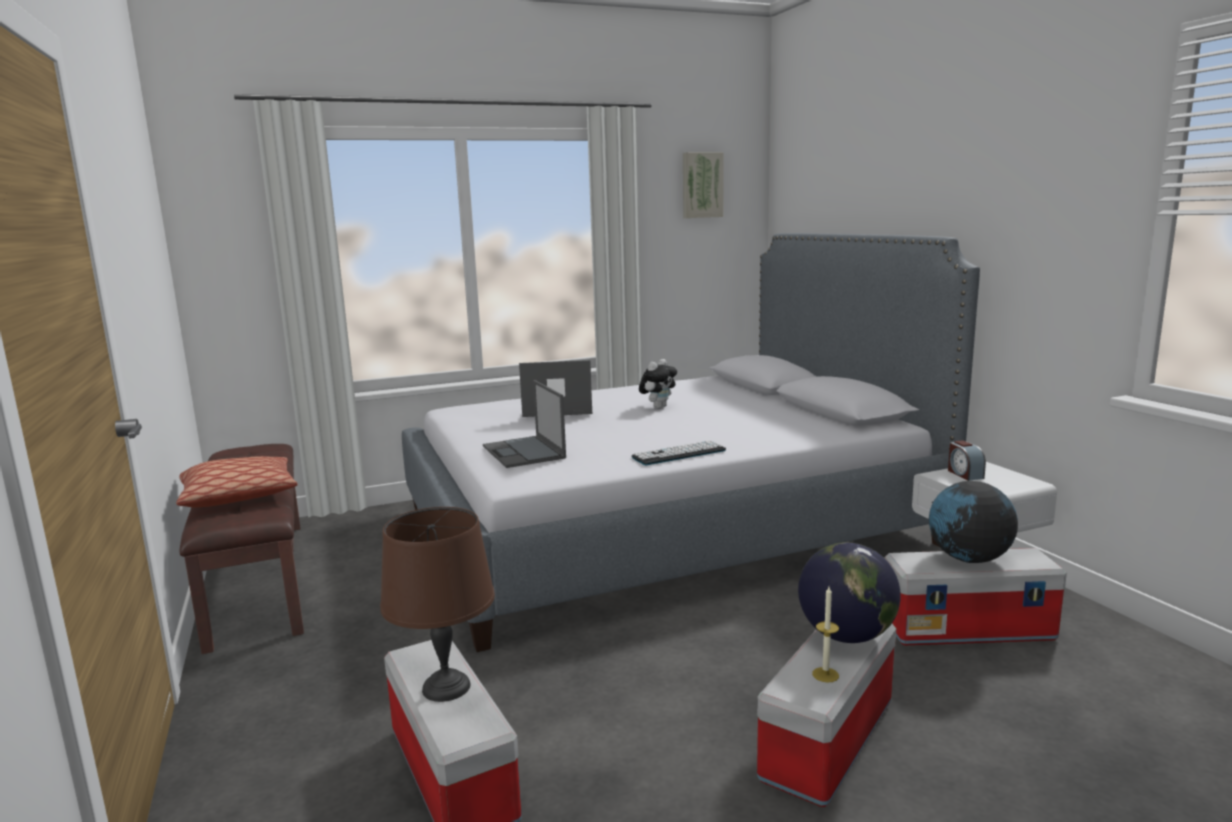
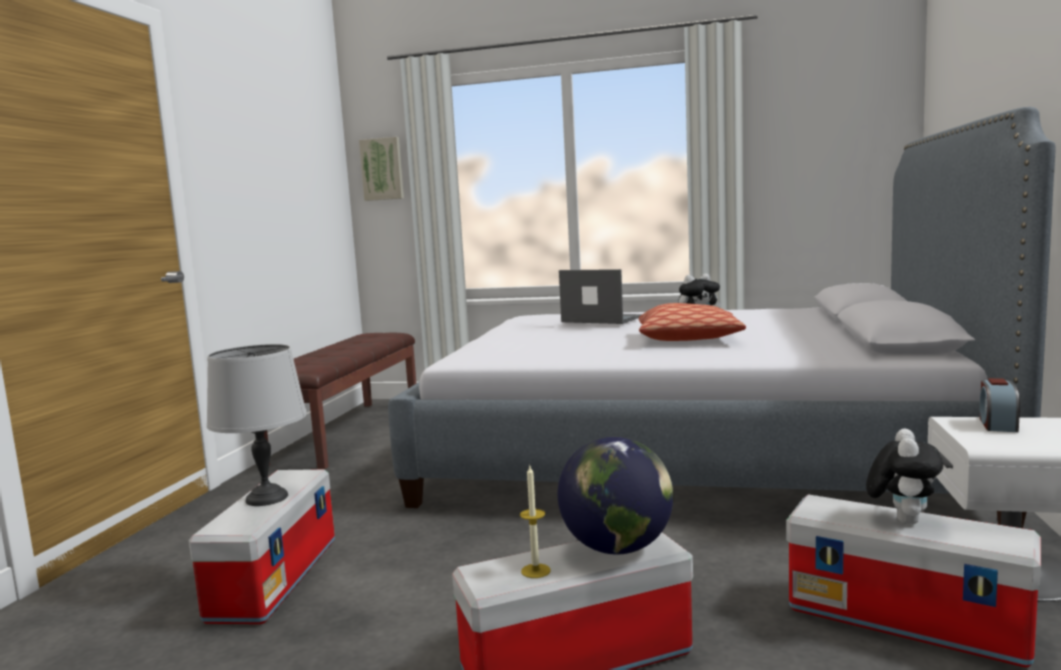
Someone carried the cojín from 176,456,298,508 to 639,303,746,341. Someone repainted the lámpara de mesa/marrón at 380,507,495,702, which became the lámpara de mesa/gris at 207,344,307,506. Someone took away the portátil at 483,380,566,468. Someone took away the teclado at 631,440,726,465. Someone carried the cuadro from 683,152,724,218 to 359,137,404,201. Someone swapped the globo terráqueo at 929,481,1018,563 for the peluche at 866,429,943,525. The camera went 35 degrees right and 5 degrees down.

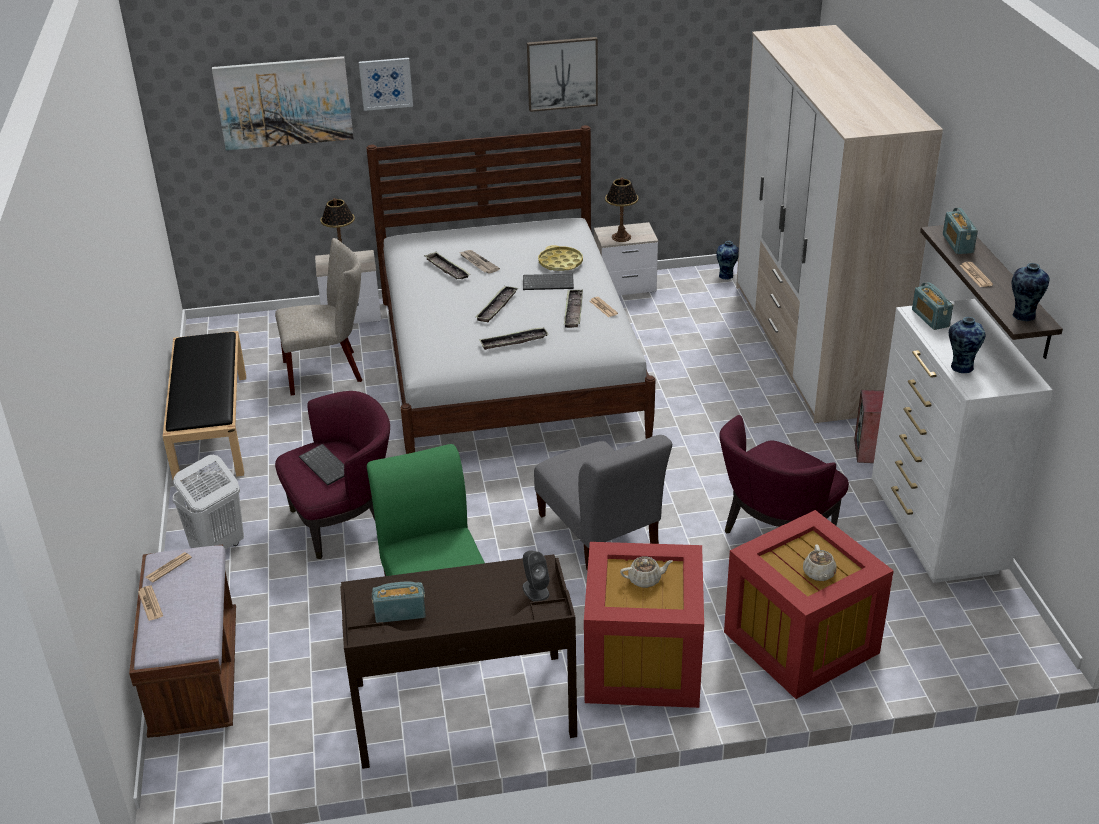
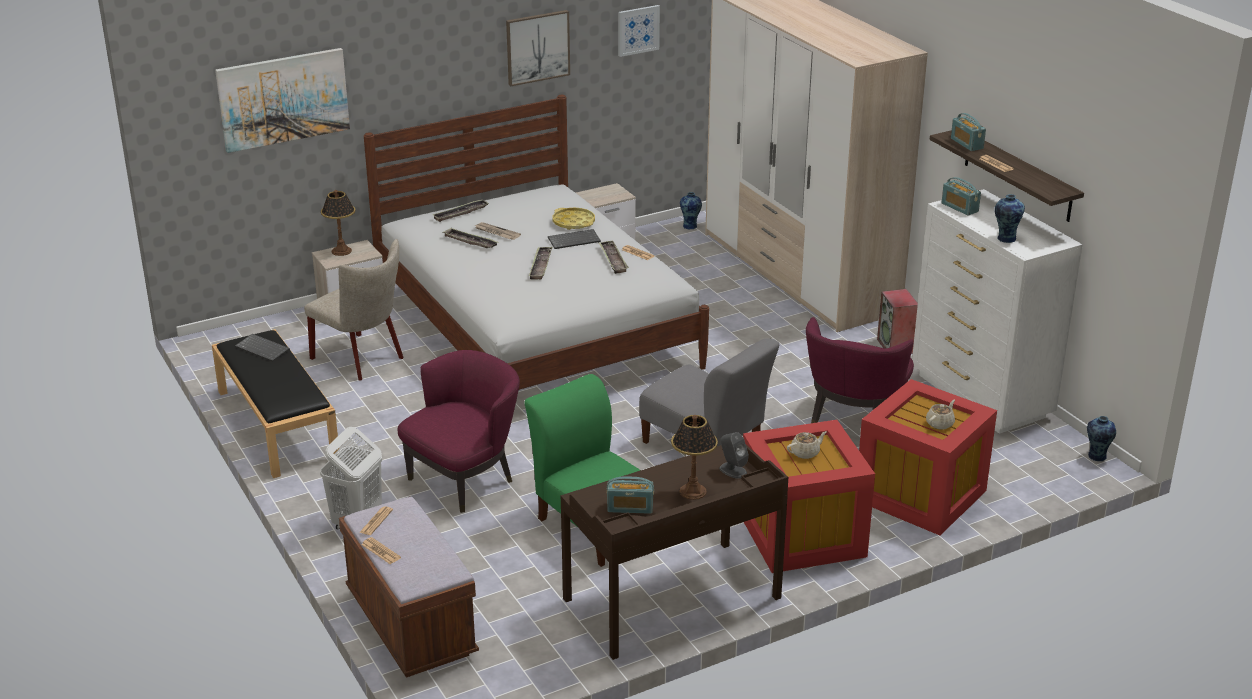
Someone rotated the silla/beis at 275,238,362,396 by 75 degrees clockwise. Someone carried the teclado from 299,444,344,486 to 235,334,290,362. Someone carried the cuadro from 359,58,413,111 to 618,5,660,57. Someone rotated the radio at 372,581,426,623 by 150 degrees counterclockwise. Someone carried the bandeja from 479,327,549,350 to 432,200,489,222. Someone carried the lámpara de mesa from 605,177,639,242 to 671,415,718,500. Someone rotated the tetera/beis at 803,544,837,581 by 120 degrees counterclockwise. Someone carried the florero from 1012,263,1049,321 to 1087,416,1116,461. The camera went 20 degrees left and 5 degrees down.

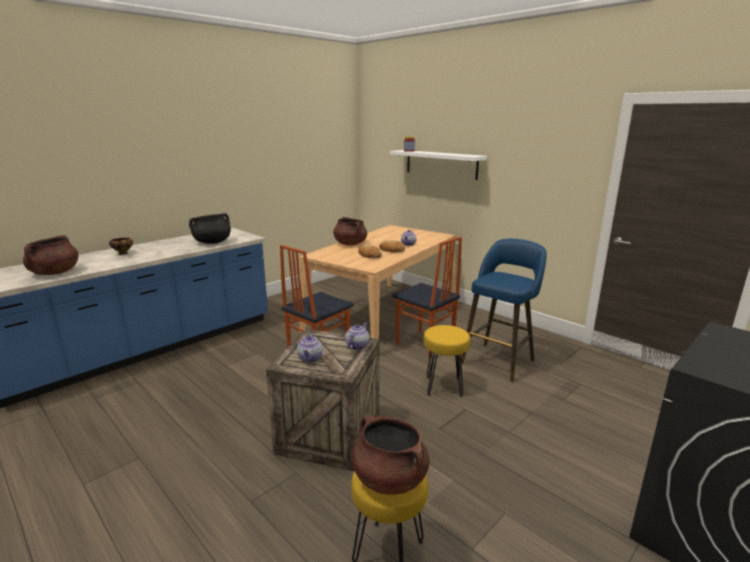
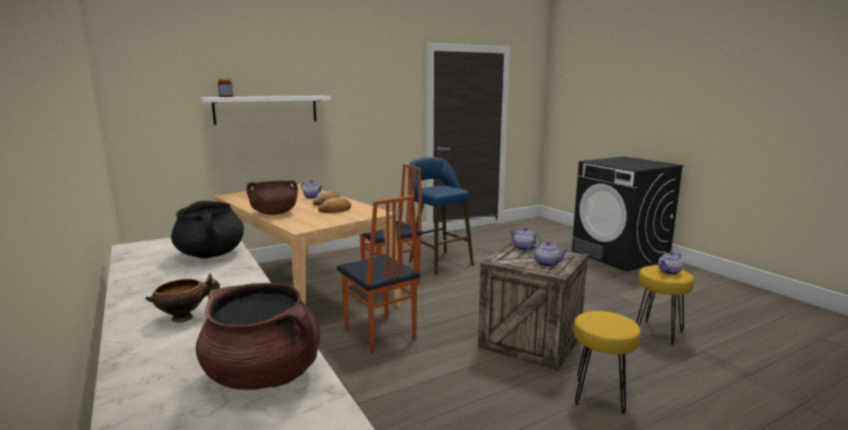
Someone swapped the olla/marrón at 351,415,430,495 for the tetera at 658,251,683,275. Someone carried the taburete/amarillo from 423,325,470,397 to 573,311,641,414. The camera went 75 degrees left and 5 degrees down.

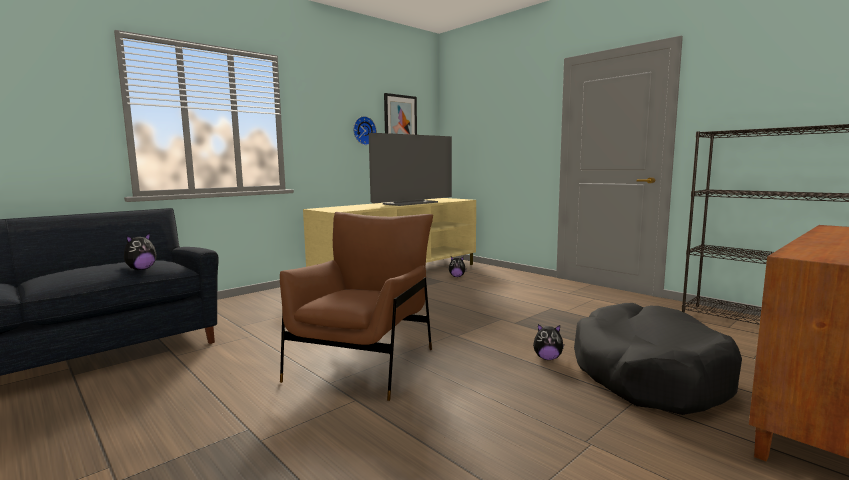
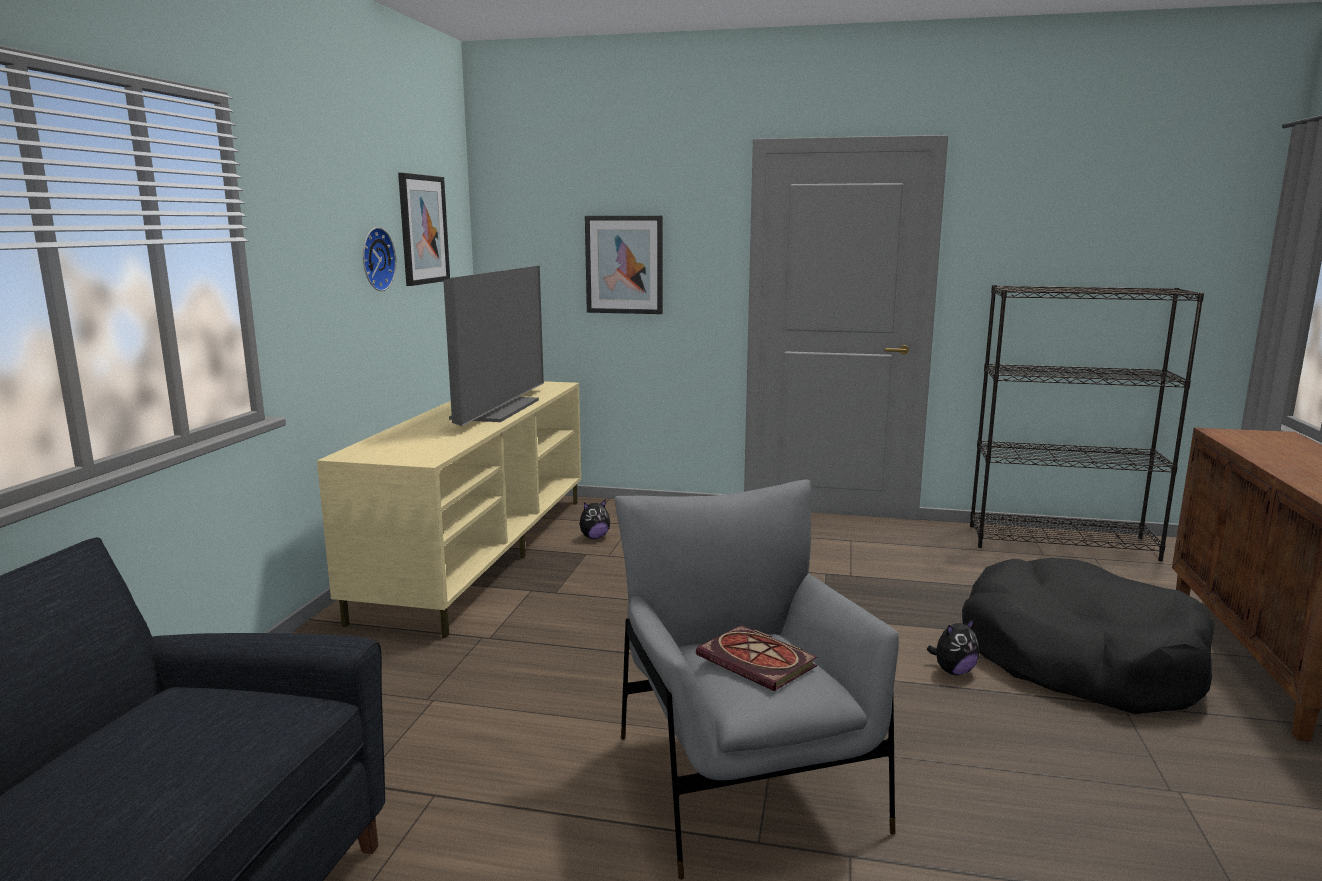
Someone took away the peluche at 124,233,157,270. Someone repainted the sillón/marrón at 280,212,433,401, which became the sillón/gris at 614,479,899,880. Someone put up the cuadro at 585,216,663,314. Someone put down the libro at 696,625,817,691. The camera went 35 degrees left and 5 degrees up.

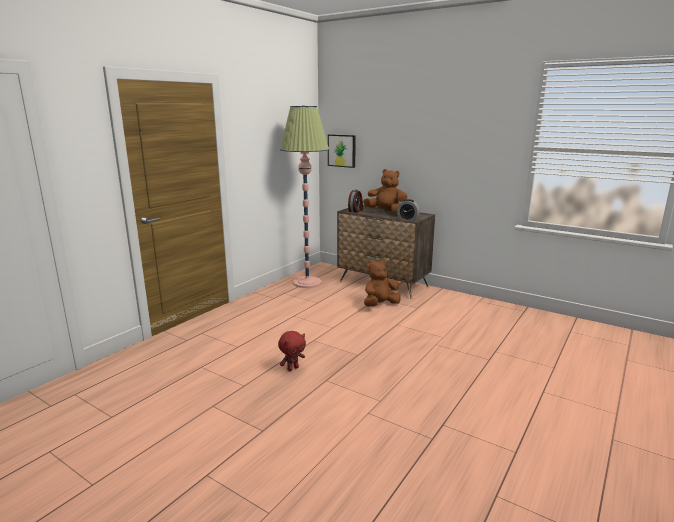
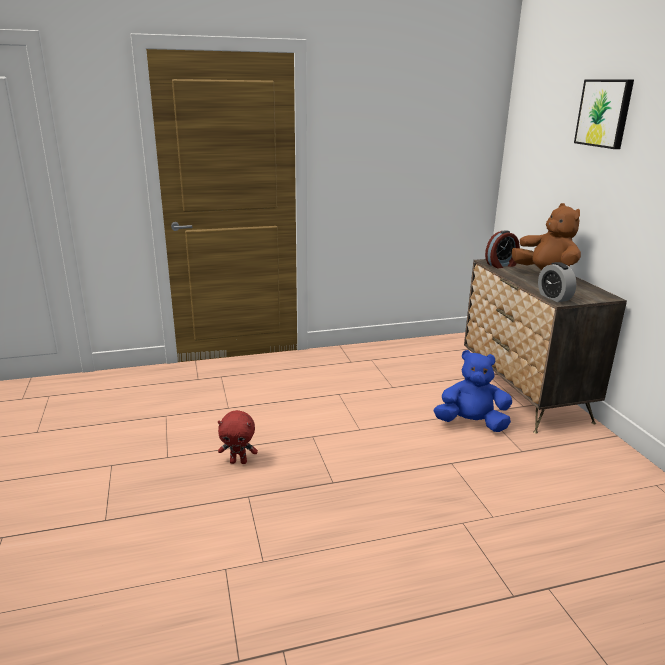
Someone took away the lámpara de pie at 280,105,329,288. Someone carried the cuadro from 328,134,356,168 to 574,79,634,149. Someone repainted the peluche/marrón at 364,260,401,307, which became the peluche/azul at 434,350,512,432. The camera went 40 degrees right and 5 degrees up.

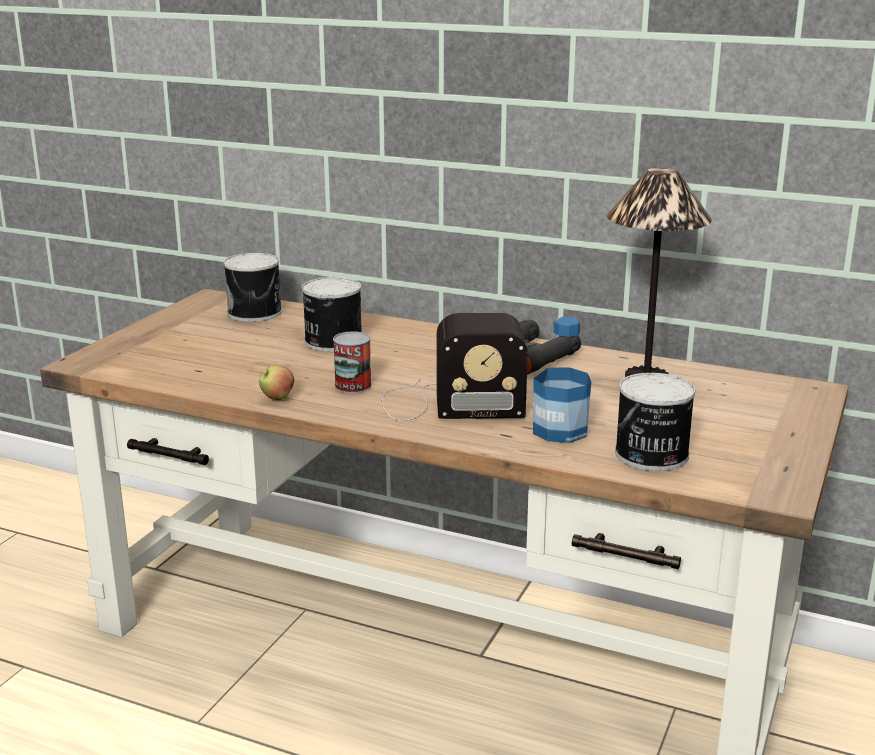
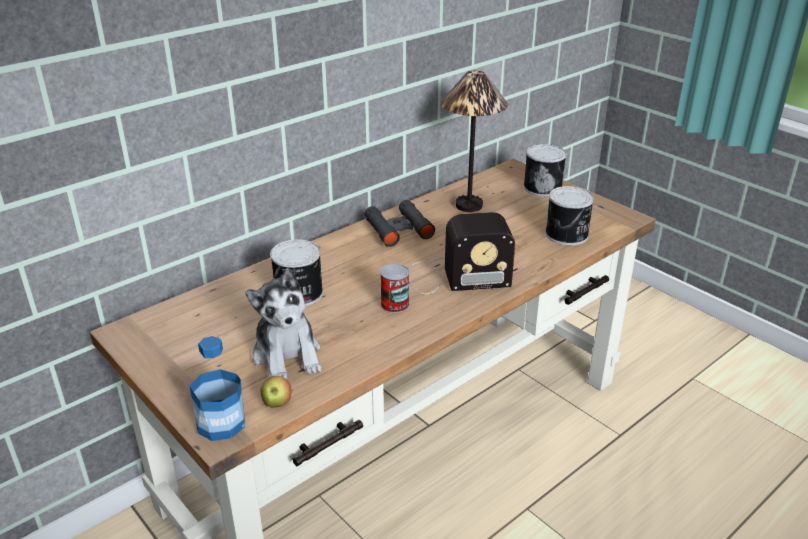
Someone carried the lata from 224,253,282,322 to 523,144,567,197. Someone carried the manzana from 259,365,294,400 to 260,376,291,408. Someone rotated the radio at 382,313,528,421 by 60 degrees clockwise. Someone carried the botella from 533,317,591,443 to 190,336,245,441. Someone put down the peluche at 245,268,322,379. The camera went 65 degrees left and 10 degrees up.

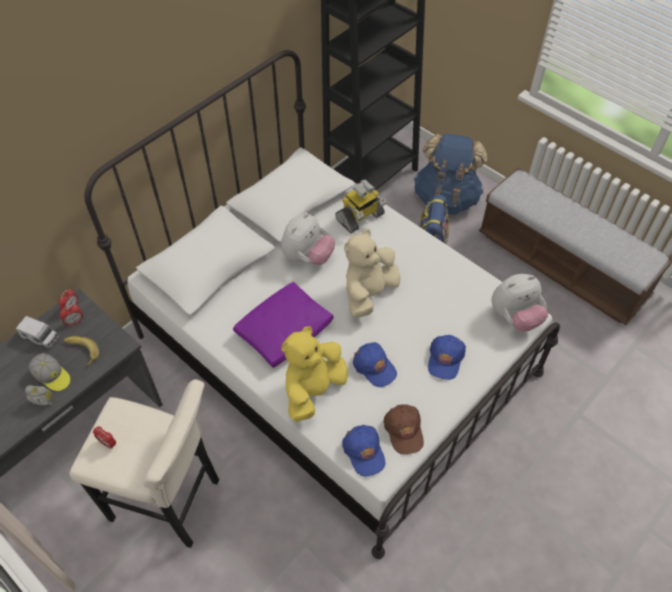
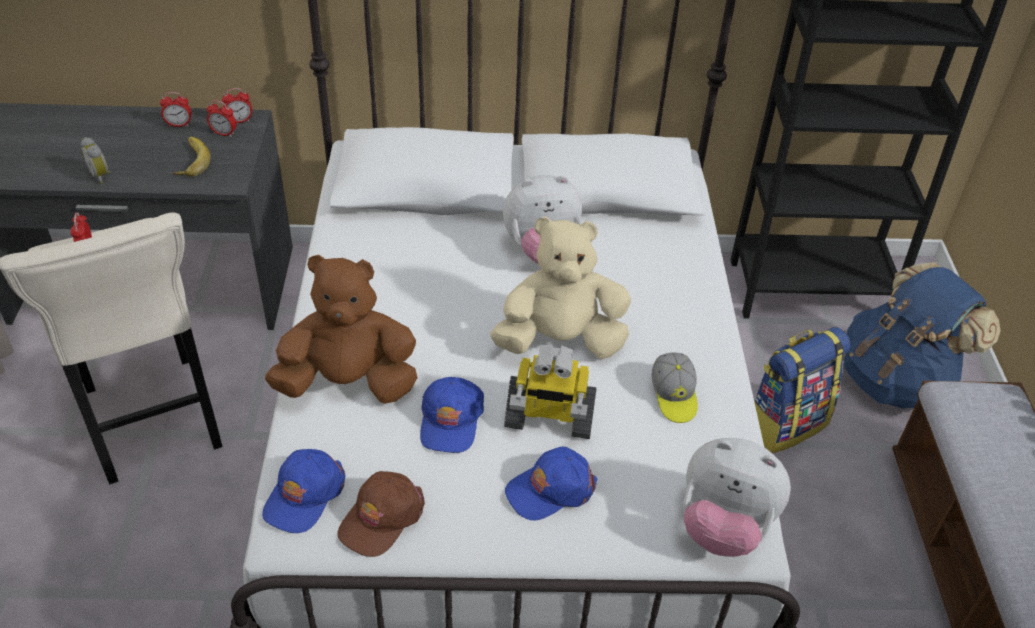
Someone swapped the camión de juguete at 16,316,59,349 for the despertador at 160,92,192,127. Someone carried the gorra from 29,353,70,391 to 652,353,698,423. Someone took away the cojín/morado at 233,282,334,368. Someone repainted the peluche/amarillo at 281,326,348,422, which became the peluche/marrón at 265,255,418,404. Someone carried the robot de juguete from 335,180,387,233 to 504,344,597,439. The camera went 45 degrees right and 10 degrees down.

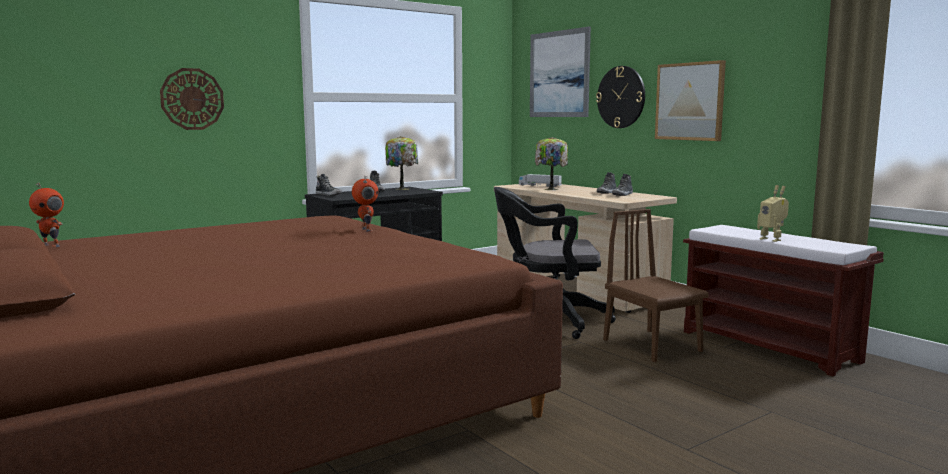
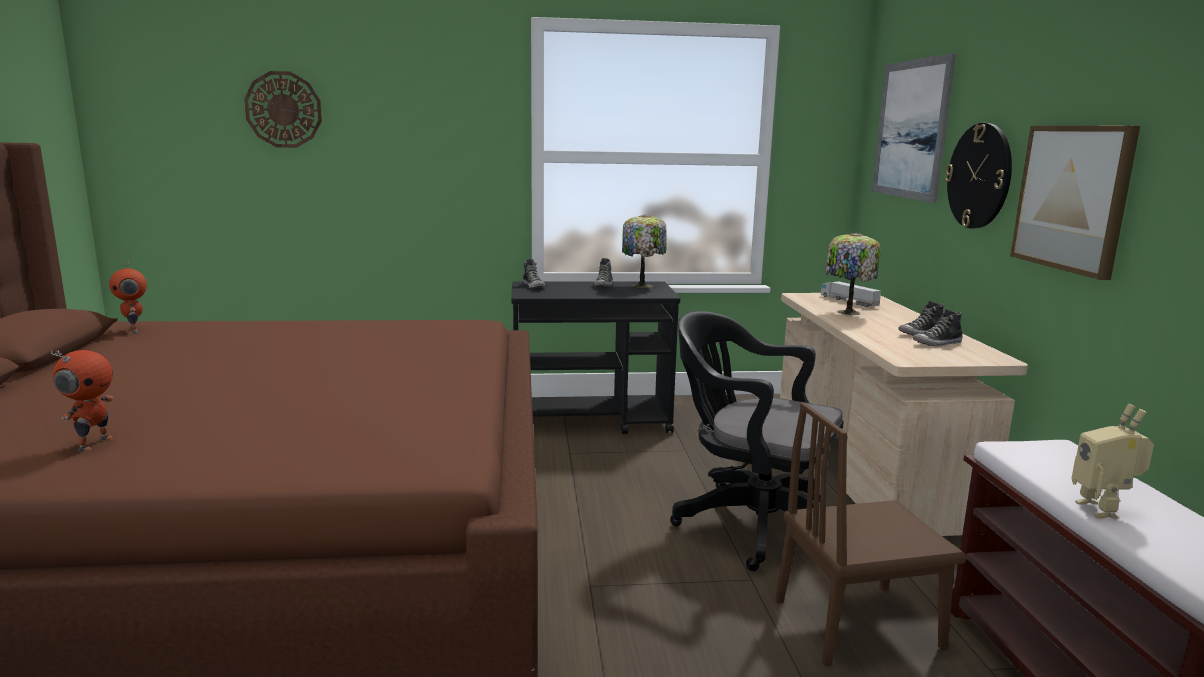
Someone carried the reloj de pared from 160,68,224,130 to 244,71,322,148. Someone carried the robot de juguete from 352,176,378,232 to 51,350,113,452. Someone rotated the silla/marrón at 603,209,709,362 by 105 degrees counterclockwise. The camera went 30 degrees right and 5 degrees up.

